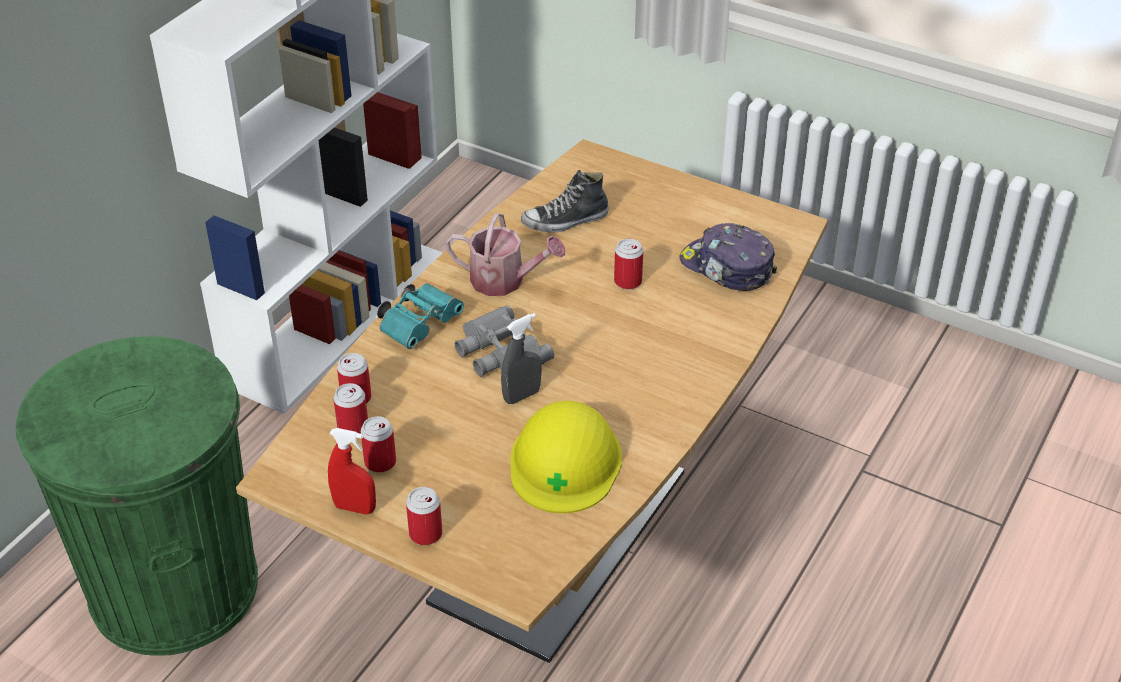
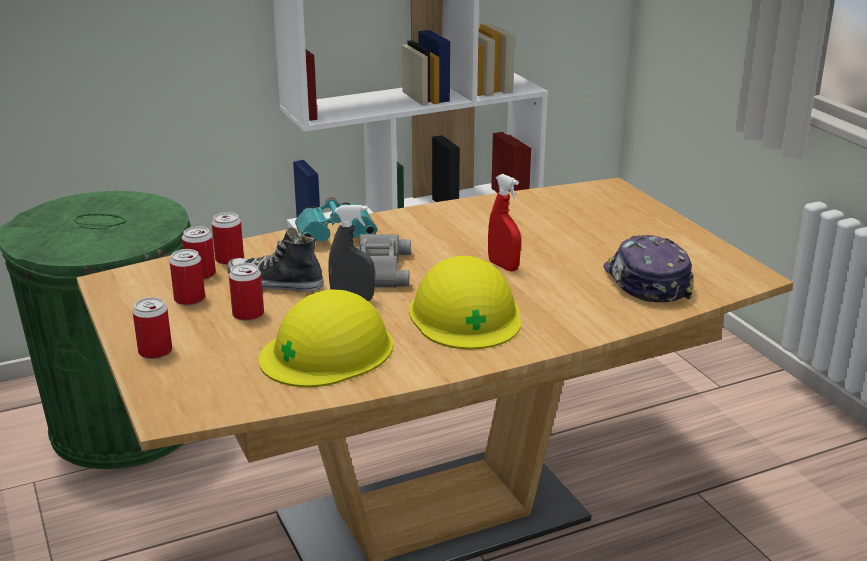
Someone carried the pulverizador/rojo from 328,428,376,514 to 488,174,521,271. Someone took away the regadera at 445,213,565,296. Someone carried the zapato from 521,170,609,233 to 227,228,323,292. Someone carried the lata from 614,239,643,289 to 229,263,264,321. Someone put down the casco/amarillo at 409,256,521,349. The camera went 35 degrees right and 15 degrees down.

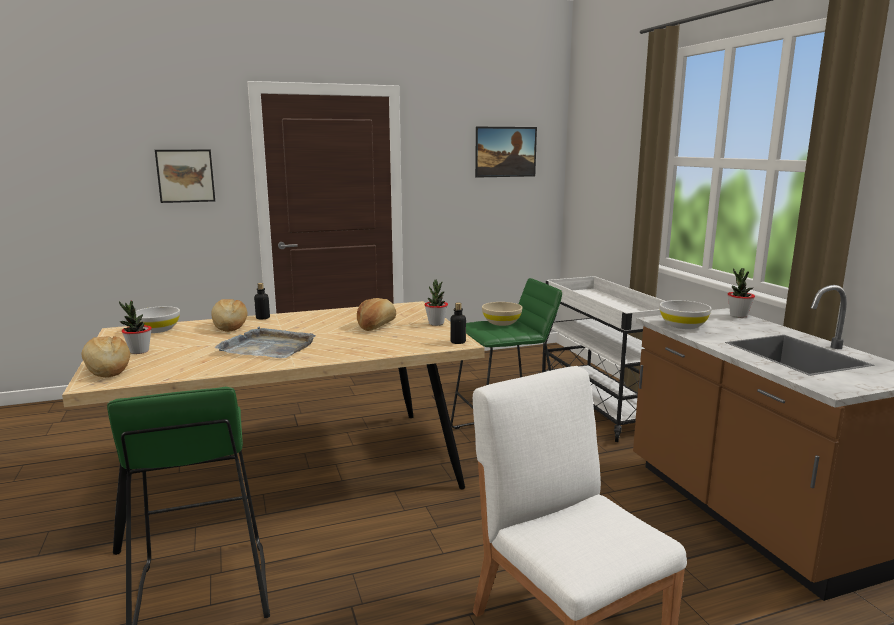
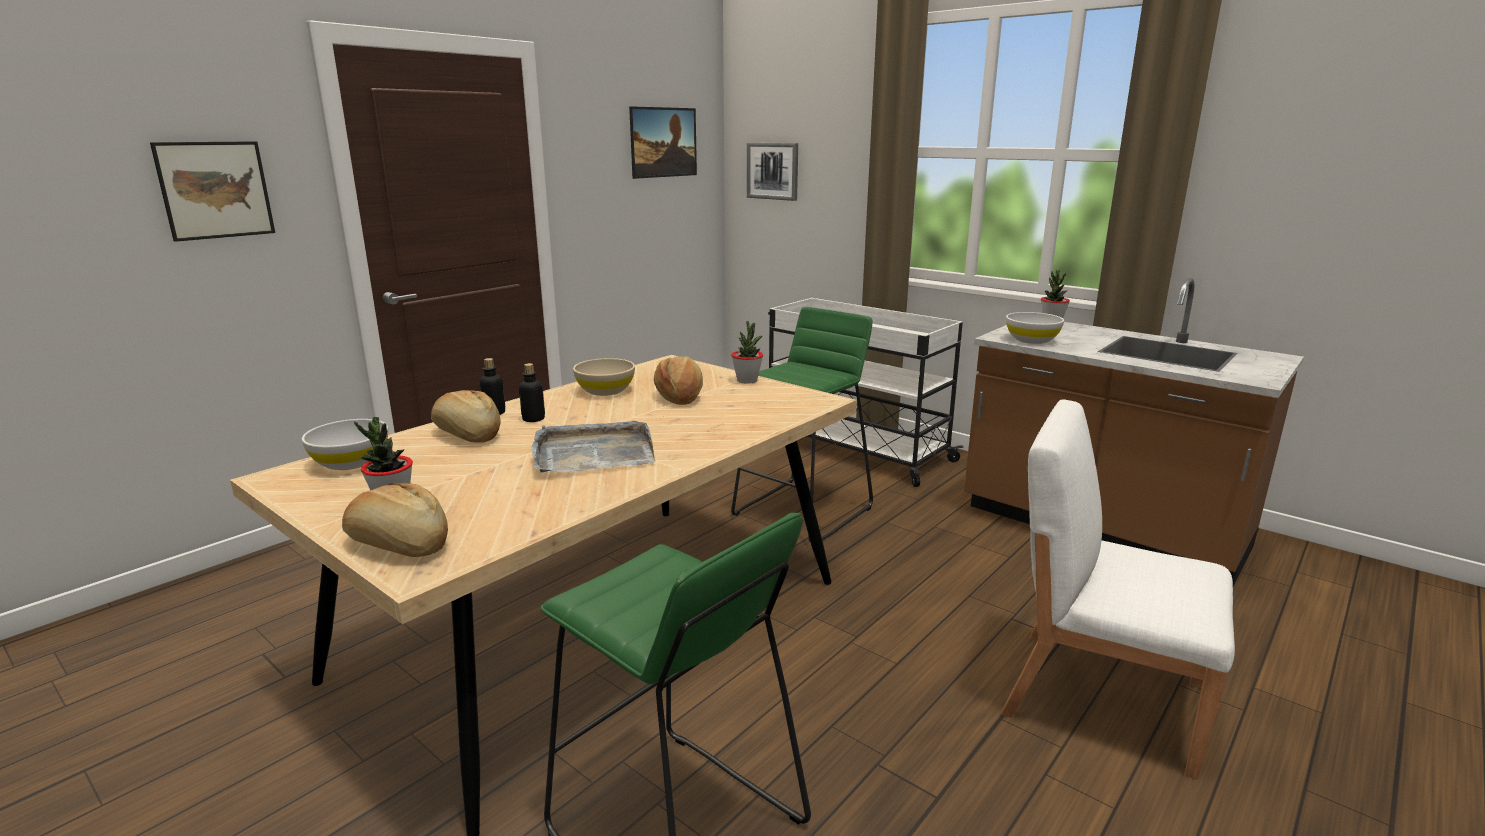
Someone carried the botella from 450,303,466,344 to 519,363,545,422. Someone carried the cuenco/beis from 482,302,522,326 to 573,358,635,396. Someone put up the cuadro at 747,143,798,201. The camera went 30 degrees left and 5 degrees up.

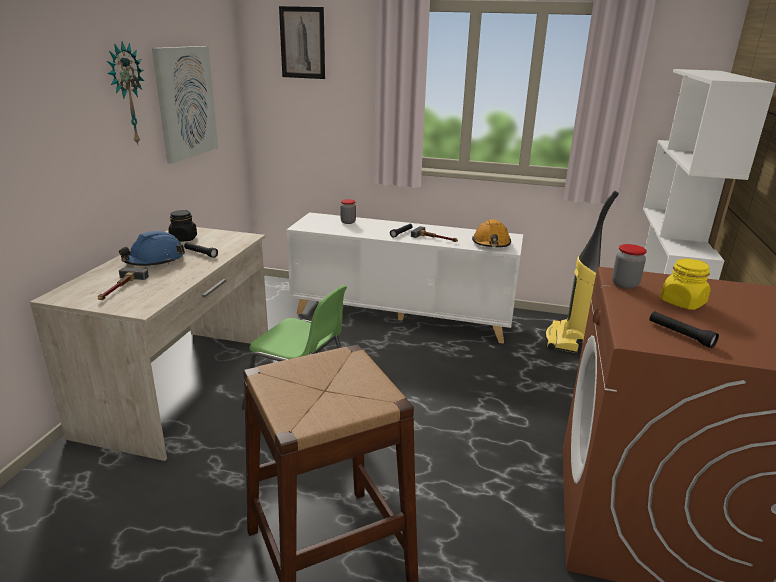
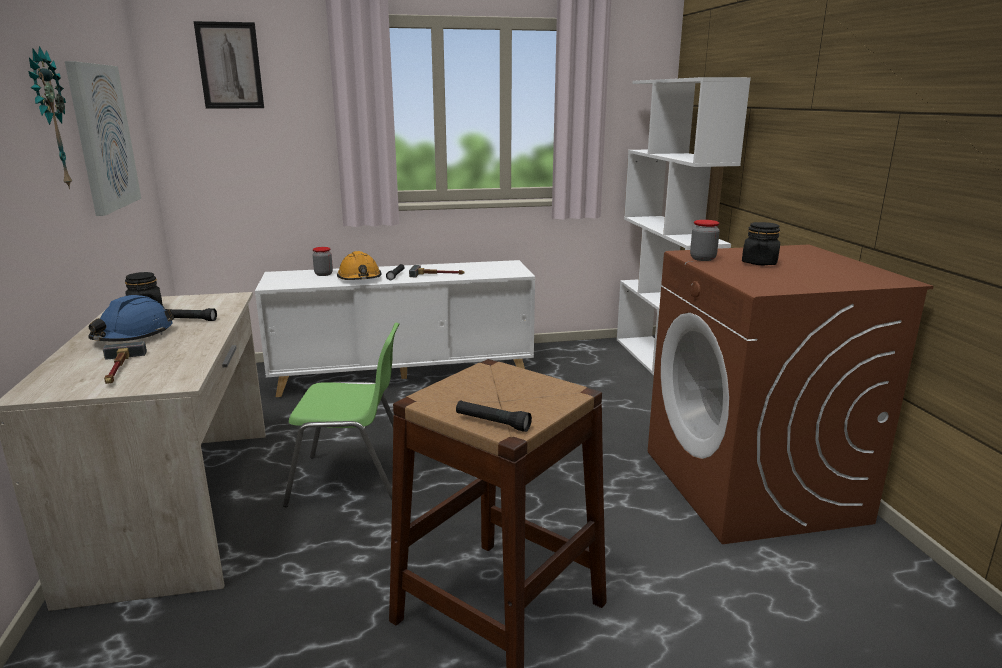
Someone carried the casco/naranja from 472,219,511,247 to 337,251,381,280. Someone took away the aspiradora at 545,191,619,353. Someone carried the linterna/negro from 650,311,719,348 to 456,400,532,432. Someone repainted the tarro/amarillo at 660,259,710,310, which became the tarro/negro at 742,222,780,265. The camera went 25 degrees left and 5 degrees down.

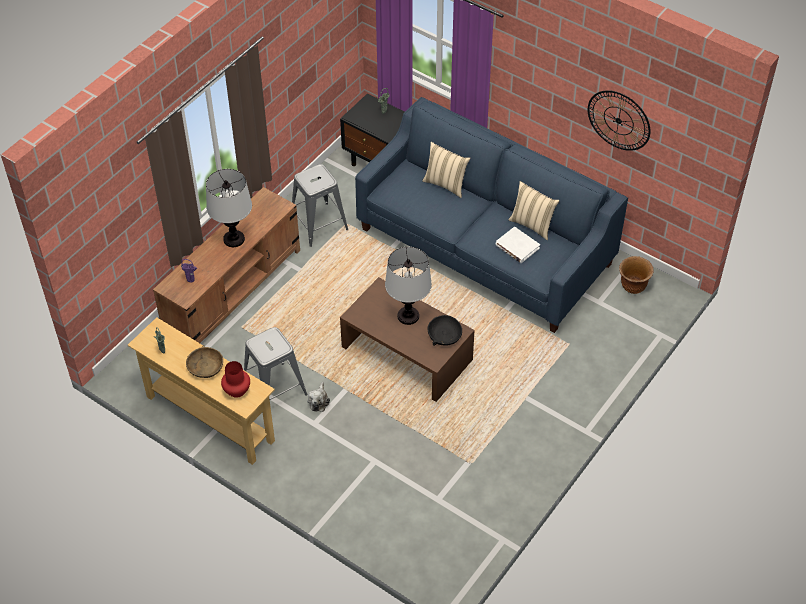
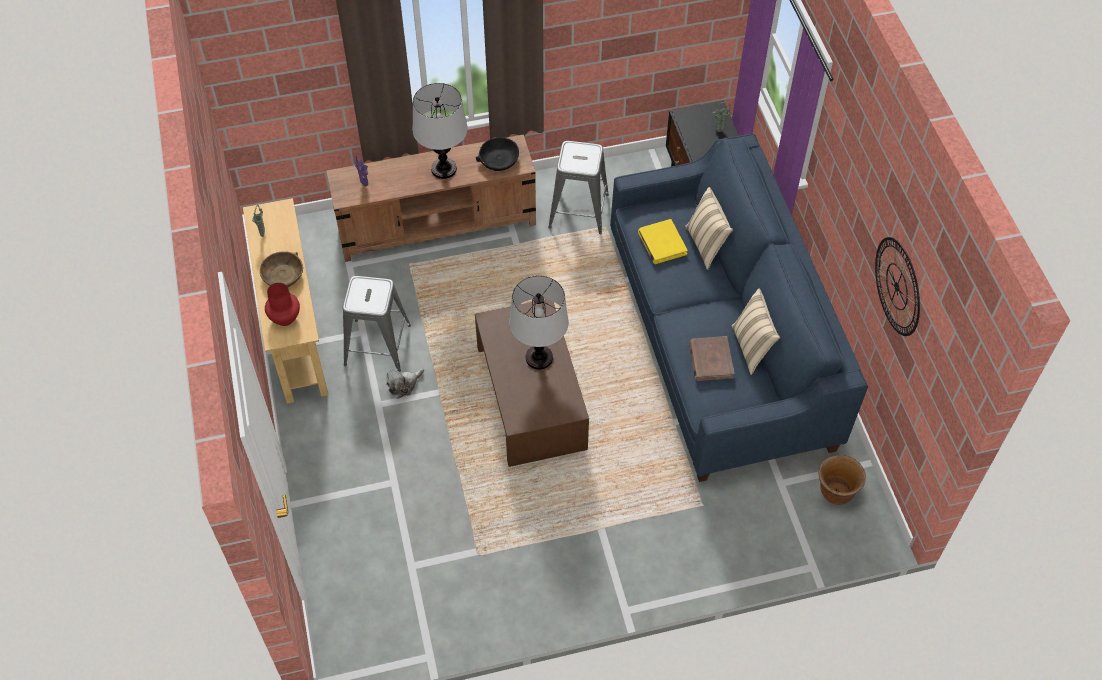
Someone carried the cuenco/negro from 427,315,462,346 to 476,137,519,171. Someone repainted the libro/blanco at 495,227,540,263, which became the libro/marrón at 689,336,734,381. Someone put down the libro/amarillo at 638,219,688,264. The camera went 40 degrees right and 5 degrees up.

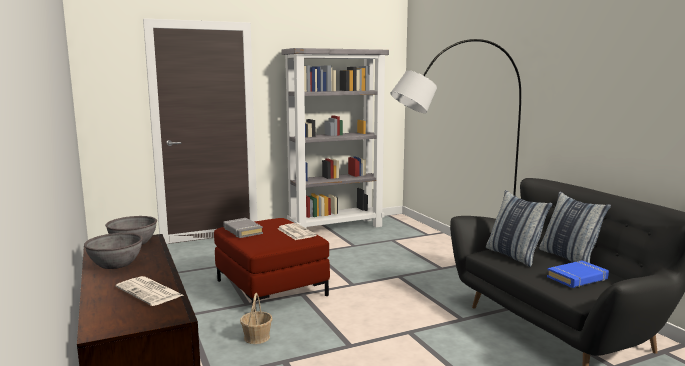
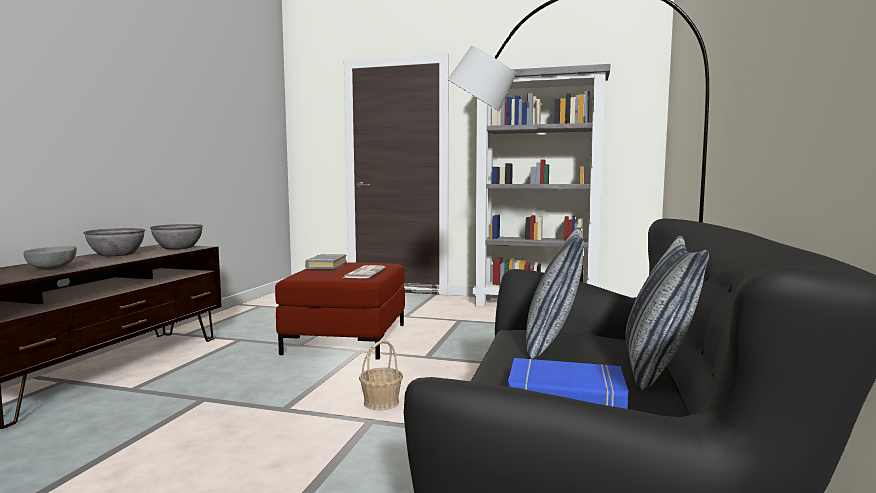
Someone swapped the periódico at 115,276,183,306 for the cuenco/gris at 23,246,77,270. Someone carried the cesta from 240,293,272,344 to 359,340,403,411. The camera went 40 degrees right and 5 degrees down.

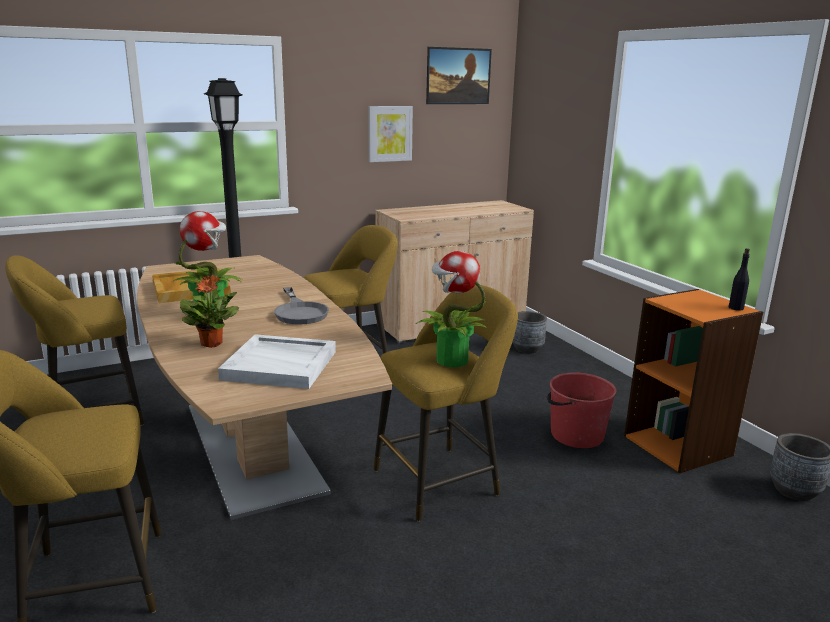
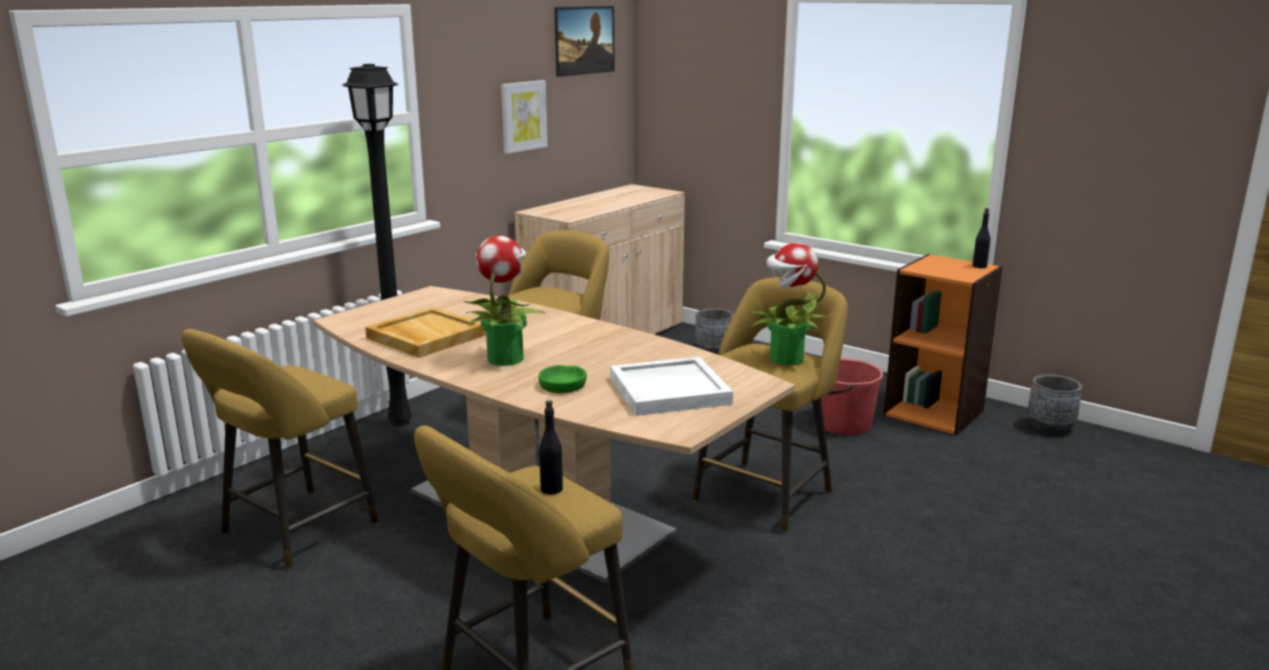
Someone swapped the planta en maceta at 180,275,239,348 for the cuenco/verde at 539,365,587,393. Someone took away the sartén/gris at 274,287,329,325. Someone put down the botella/negro at 539,400,563,494. The camera went 25 degrees left and 0 degrees up.

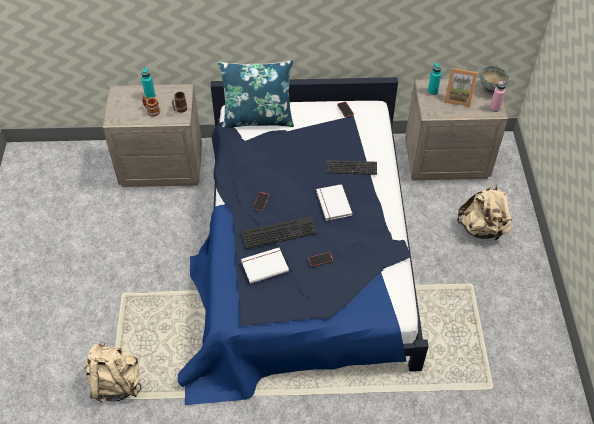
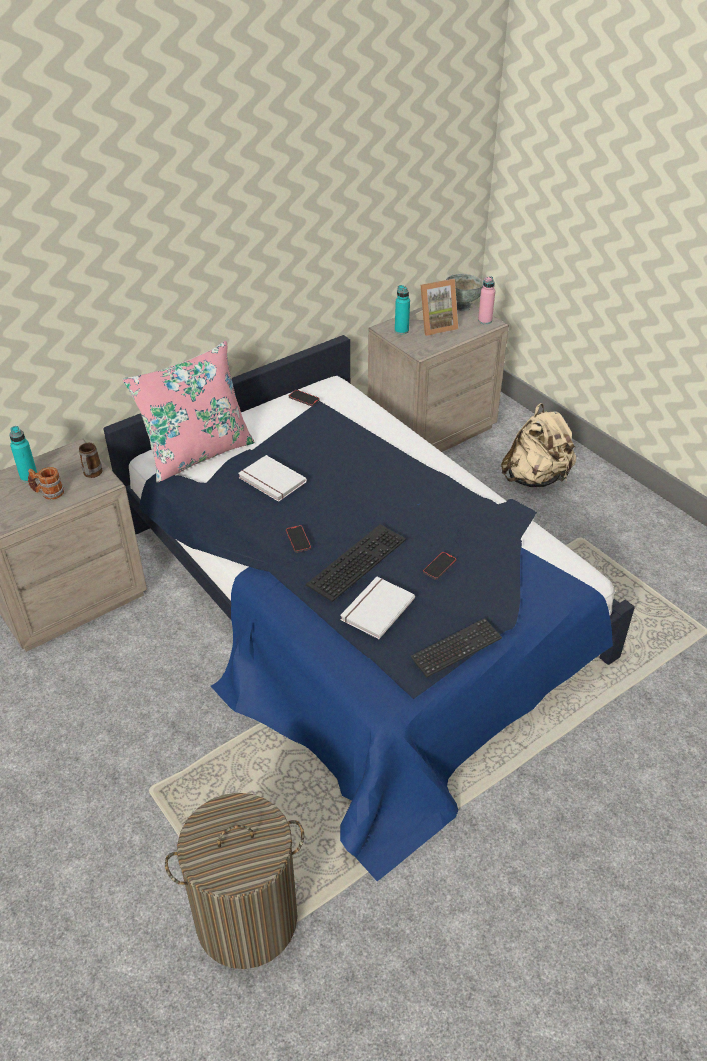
Someone swapped the mochila/beis at 85,341,141,402 for the cesto de la ropa at 165,793,304,969. Someone repainted the cojín/azul at 218,60,294,128, which became the cojín/rosa at 123,341,255,483. Someone carried the libro/blanco from 316,184,352,221 to 238,455,307,502. Someone carried the teclado from 326,160,377,175 to 410,618,502,677. The camera went 35 degrees left and 10 degrees down.

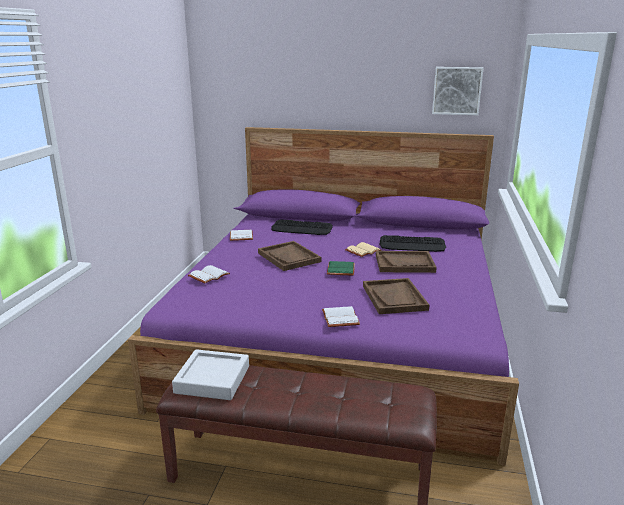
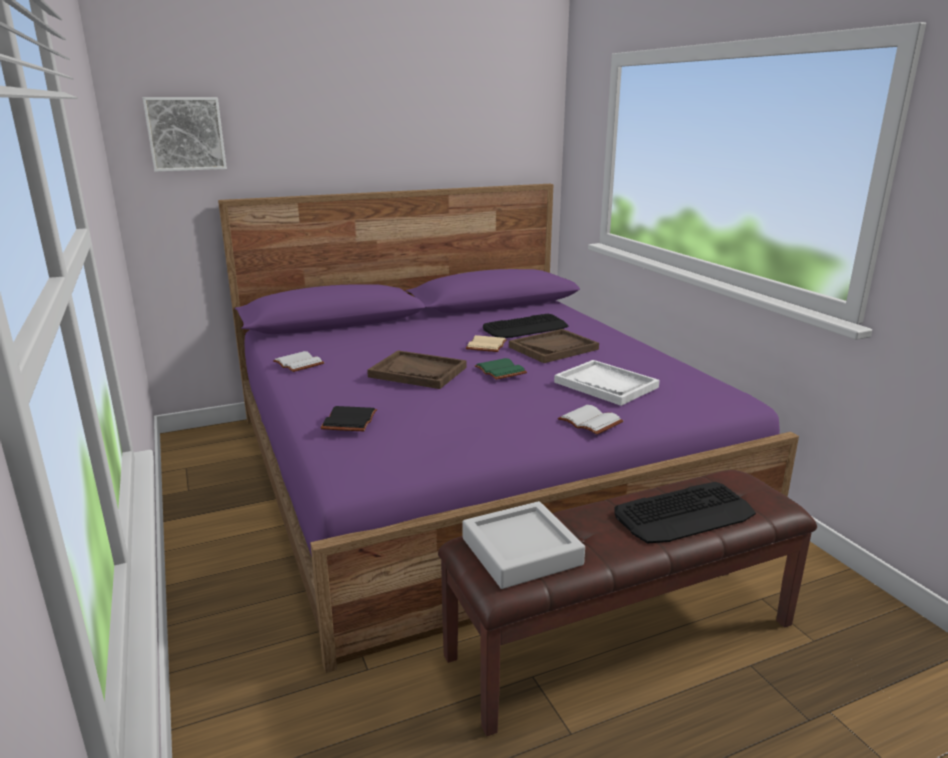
Someone repainted the libro/blanco at 188,265,230,284, which became the libro/negro at 321,406,377,431. Someone carried the teclado from 271,219,333,235 to 614,482,756,543. Someone repainted the bandeja/marrón at 363,278,429,314, which became the bandeja/blanco at 554,360,660,406. Someone carried the cuadro from 432,67,483,115 to 143,97,227,172. The camera went 35 degrees left and 0 degrees up.

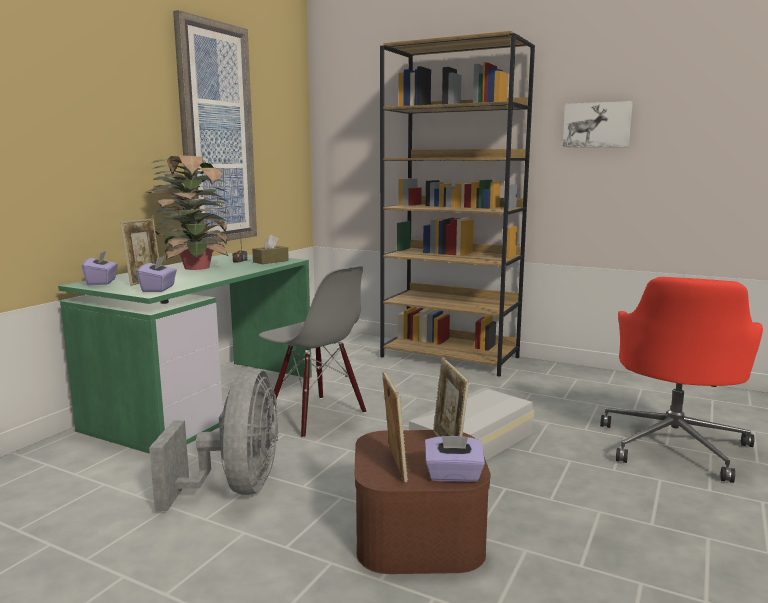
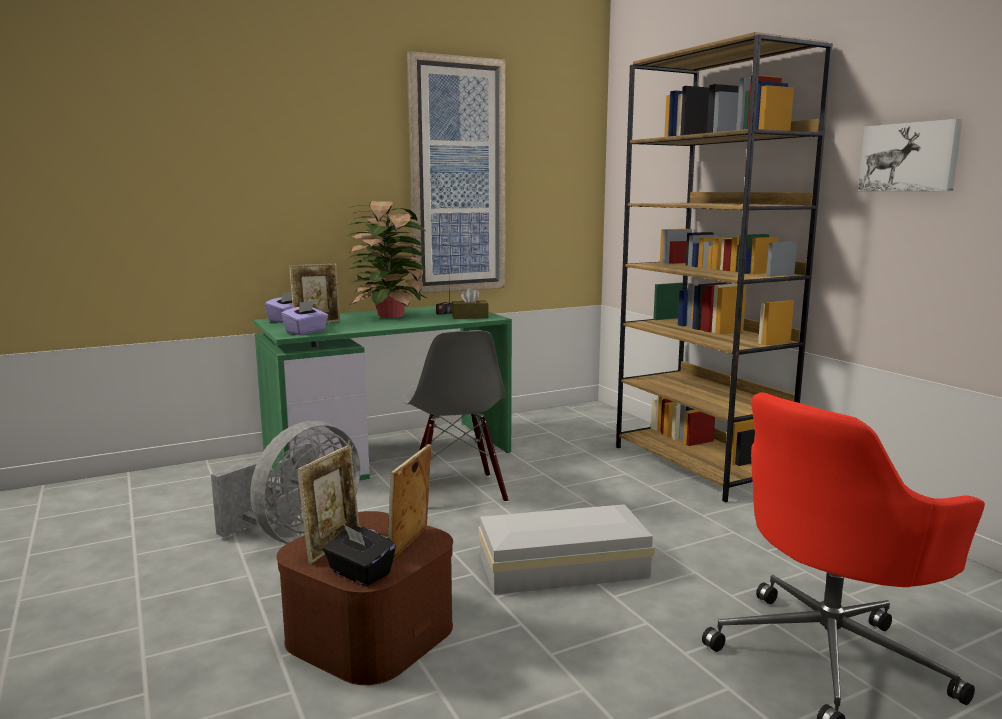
Someone repainted the caja de pañuelos/morado at 425,436,485,482, which became the caja de pañuelos/negro at 323,525,396,586. The camera went 35 degrees right and 0 degrees up.

